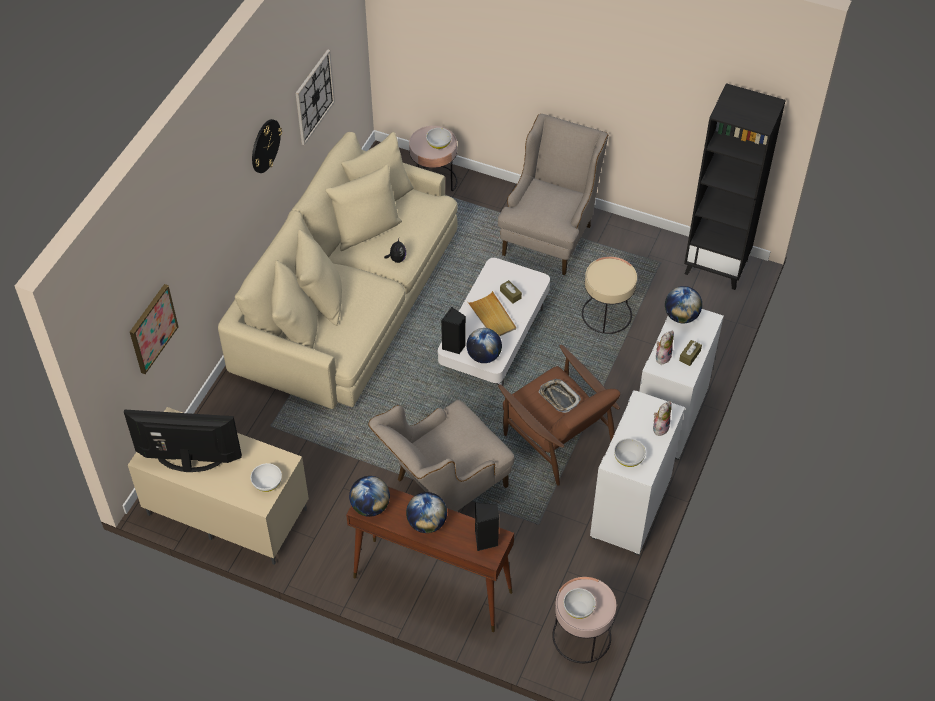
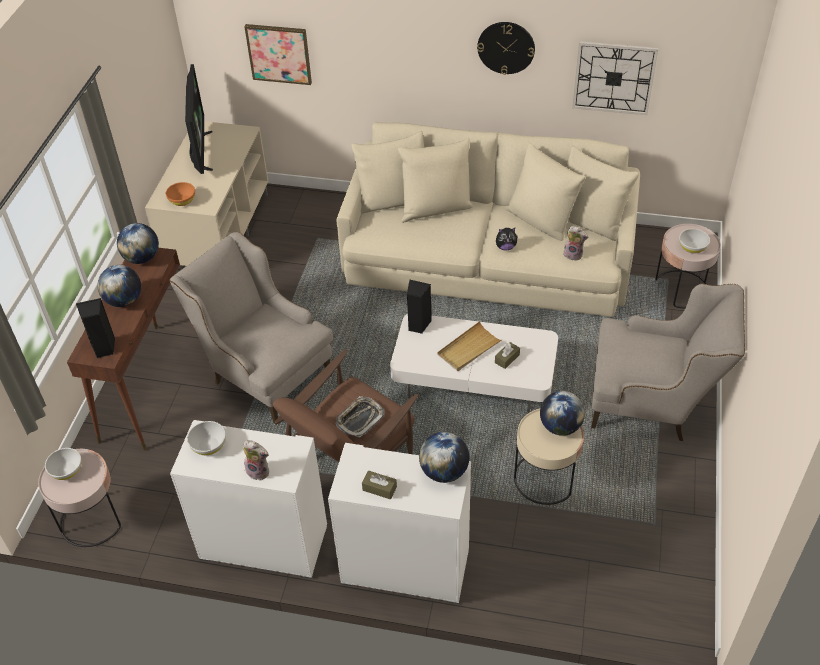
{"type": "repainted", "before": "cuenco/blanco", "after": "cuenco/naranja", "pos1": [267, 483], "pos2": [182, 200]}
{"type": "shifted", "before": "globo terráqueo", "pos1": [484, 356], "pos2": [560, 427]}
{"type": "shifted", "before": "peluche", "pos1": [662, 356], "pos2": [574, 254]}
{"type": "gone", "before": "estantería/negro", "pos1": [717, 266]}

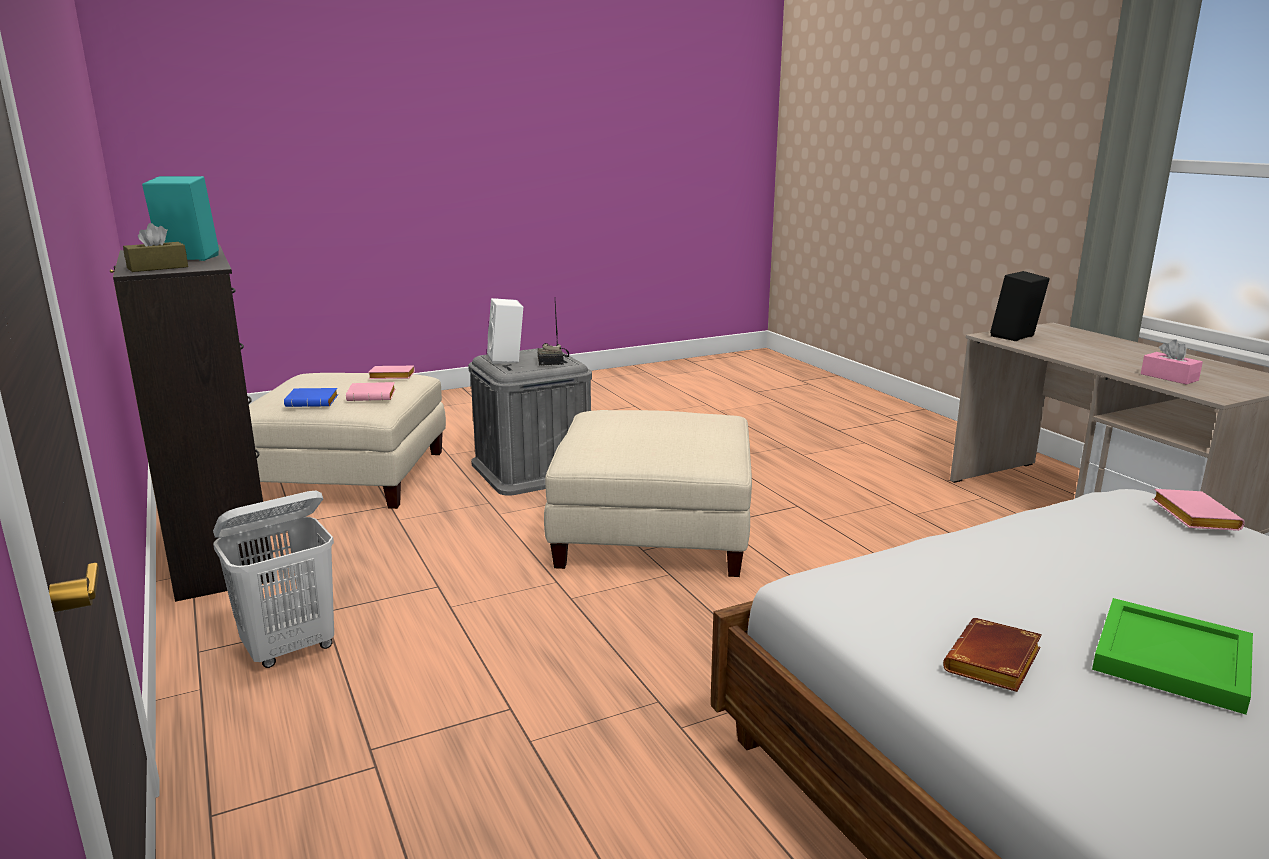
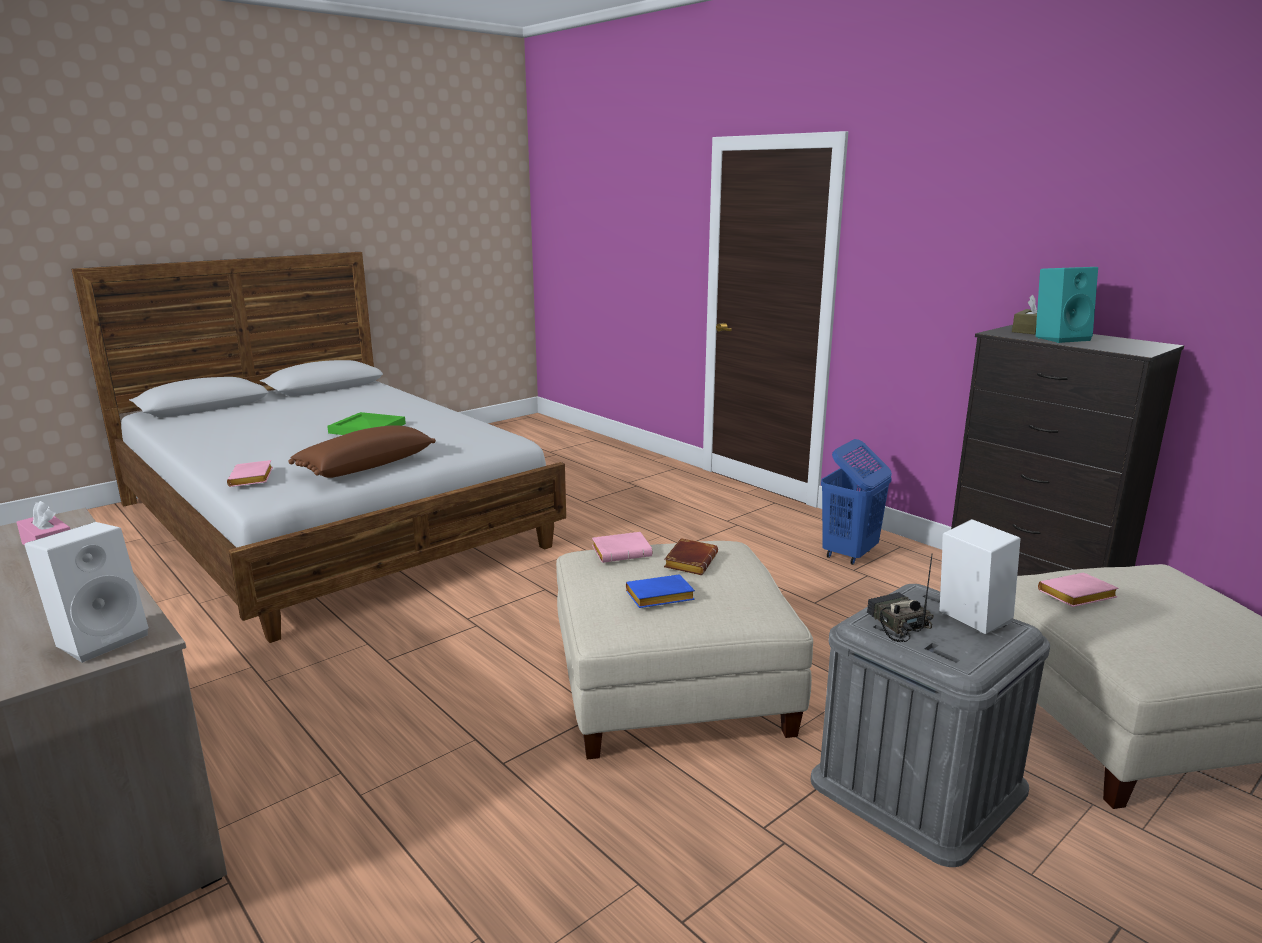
{"type": "repainted", "before": "altavoz/negro", "after": "altavoz/blanco", "pos1": [1015, 337], "pos2": [101, 638]}
{"type": "new", "after": "cojín/marrón", "pos2": [365, 466]}
{"type": "shifted", "before": "libro/rosa", "pos1": [390, 377], "pos2": [622, 552]}
{"type": "shifted", "before": "libro/azul", "pos1": [313, 402], "pos2": [658, 598]}
{"type": "shifted", "before": "libro/marrón", "pos1": [994, 664], "pos2": [689, 561]}
{"type": "repainted", "before": "cesto de la ropa/blanco", "after": "cesto de la ropa/azul", "pos1": [290, 649], "pos2": [849, 554]}

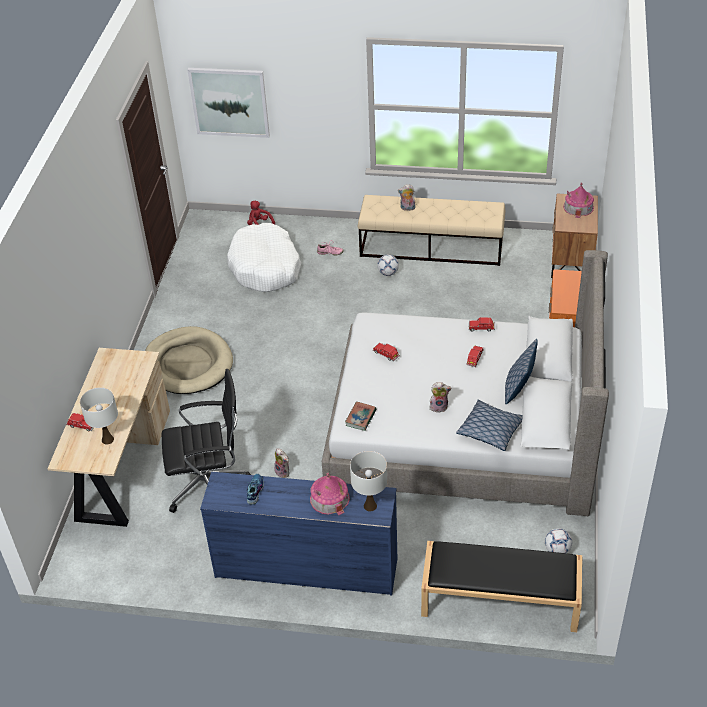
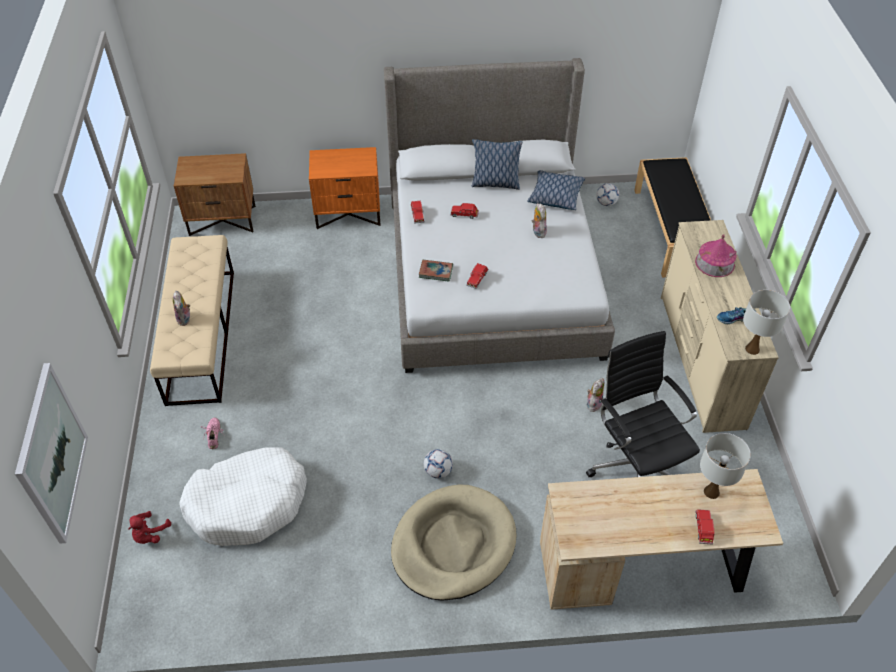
{"type": "shifted", "before": "libro", "pos1": [360, 418], "pos2": [436, 272]}
{"type": "shifted", "before": "balón de fútbol", "pos1": [388, 273], "pos2": [438, 471]}
{"type": "repainted", "before": "cómoda/azul", "after": "cómoda/beis", "pos1": [306, 567], "pos2": [700, 360]}
{"type": "shifted", "before": "lámpara de mesa/blanco", "pos1": [370, 506], "pos2": [752, 349]}
{"type": "gone", "before": "casita", "pos1": [578, 207]}

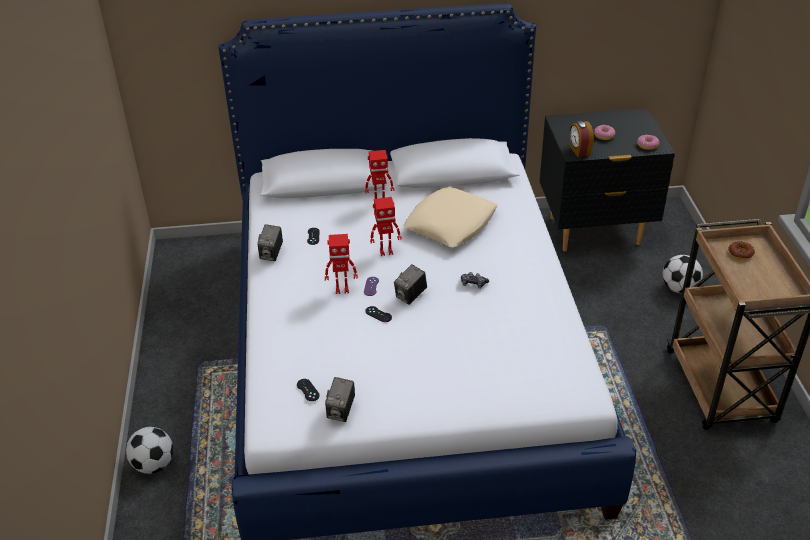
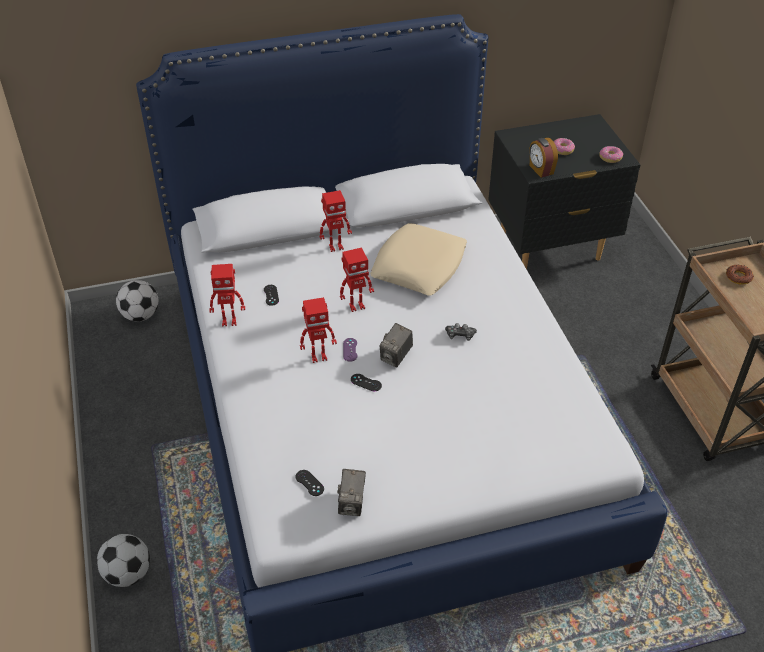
{"type": "shifted", "before": "balón de fútbol", "pos1": [679, 288], "pos2": [140, 315]}
{"type": "swapped", "before": "cámara", "after": "robot de juguete", "pos1": [271, 254], "pos2": [229, 321]}

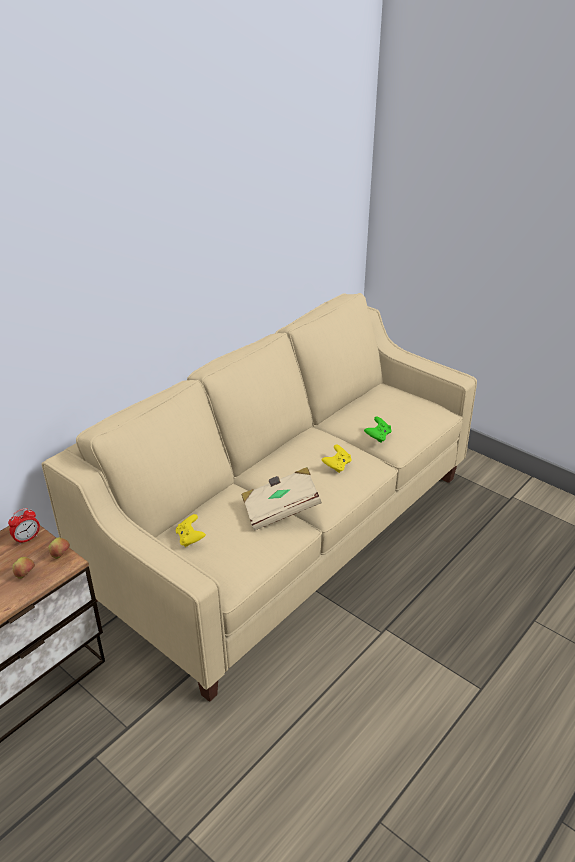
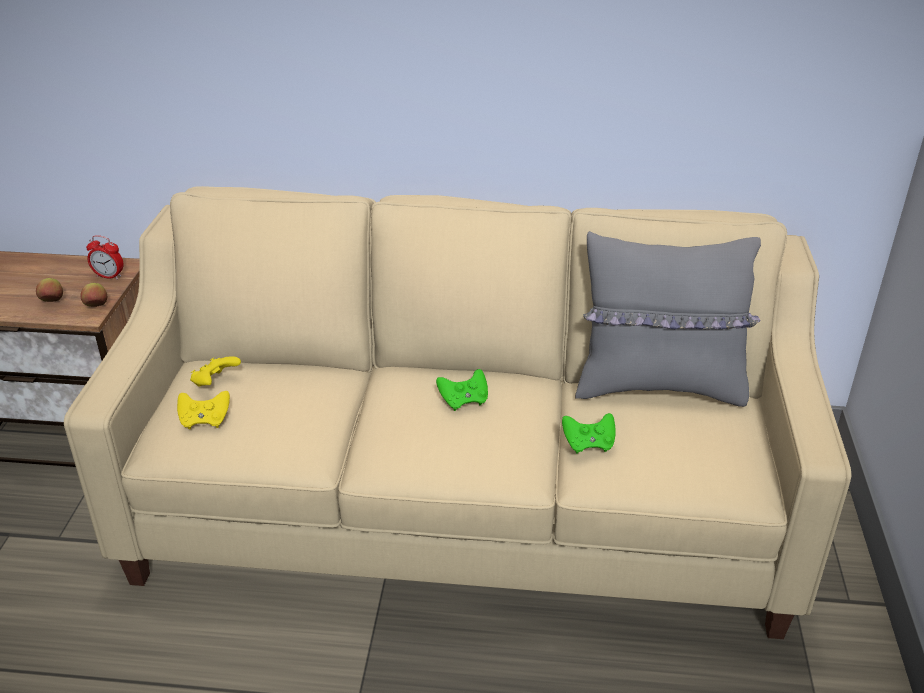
{"type": "shifted", "before": "mando de consola/amarillo", "pos1": [337, 466], "pos2": [205, 421]}
{"type": "new", "after": "mando de consola/verde", "pos2": [464, 401]}
{"type": "new", "after": "cojín/gris", "pos2": [659, 386]}
{"type": "gone", "before": "libro/beis", "pos1": [280, 510]}

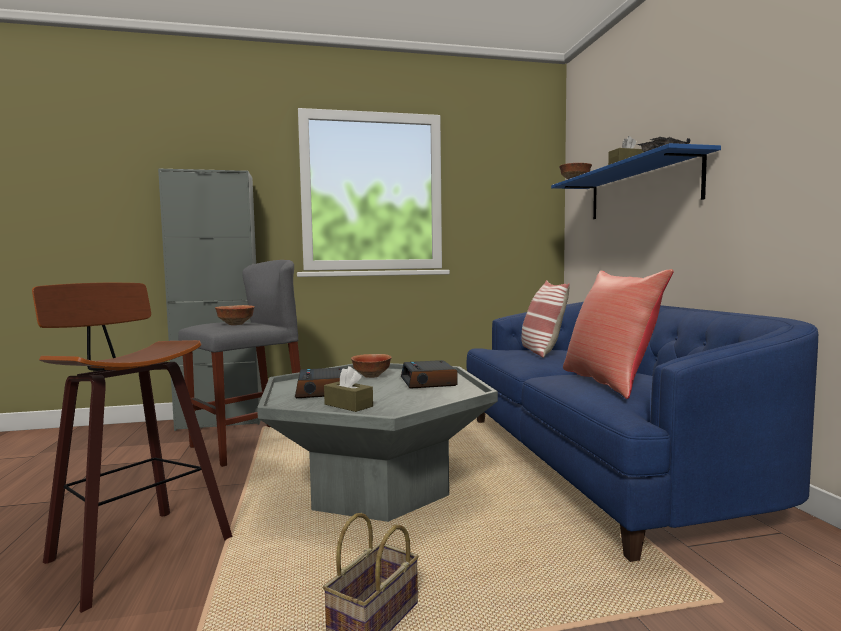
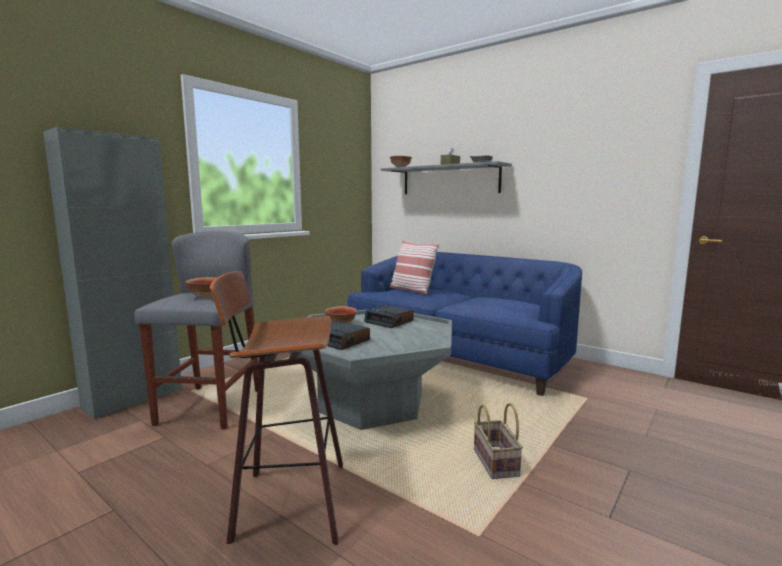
{"type": "repainted", "before": "estante/azul", "after": "estante/gris", "pos1": [641, 190], "pos2": [449, 180]}
{"type": "gone", "before": "caja de pañuelos/marrón", "pos1": [348, 405]}
{"type": "gone", "before": "cojín/rojo", "pos1": [609, 382]}

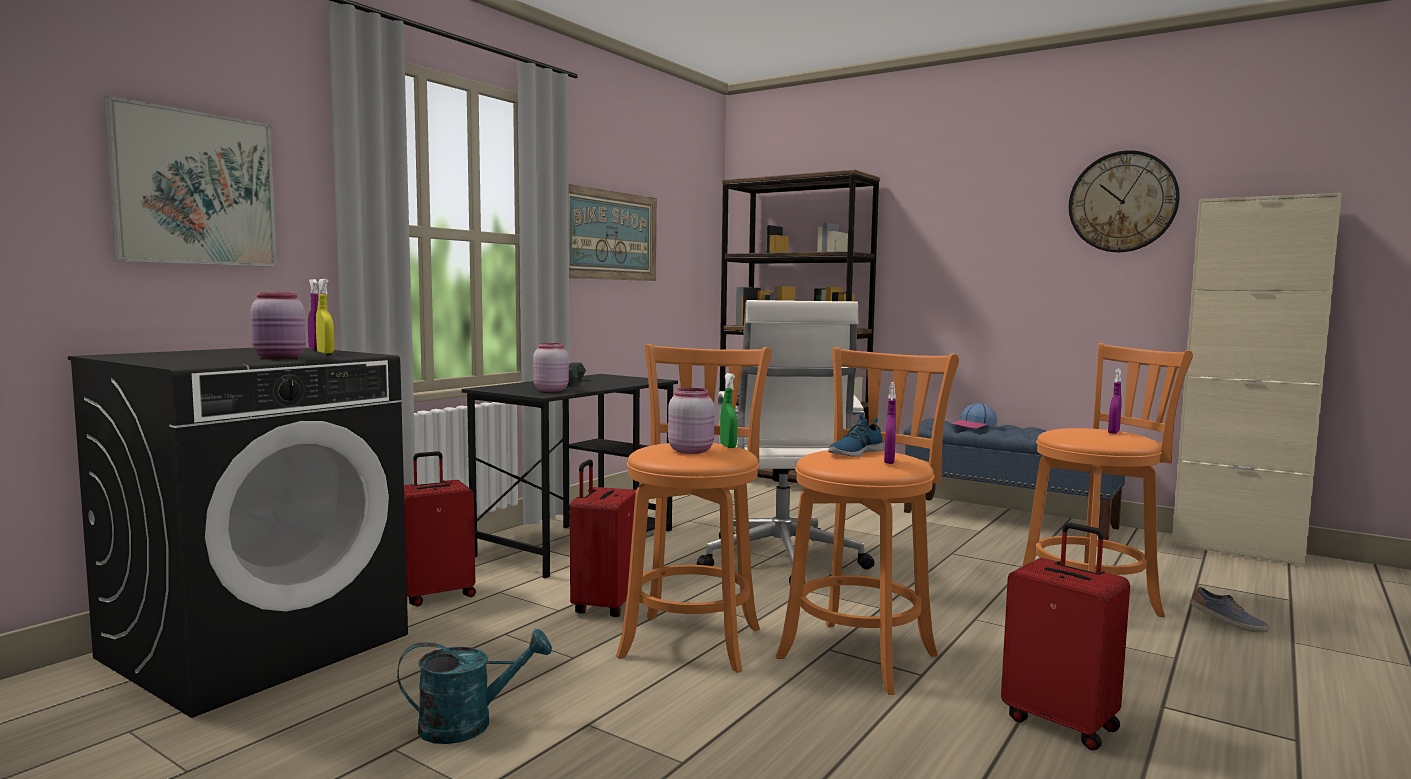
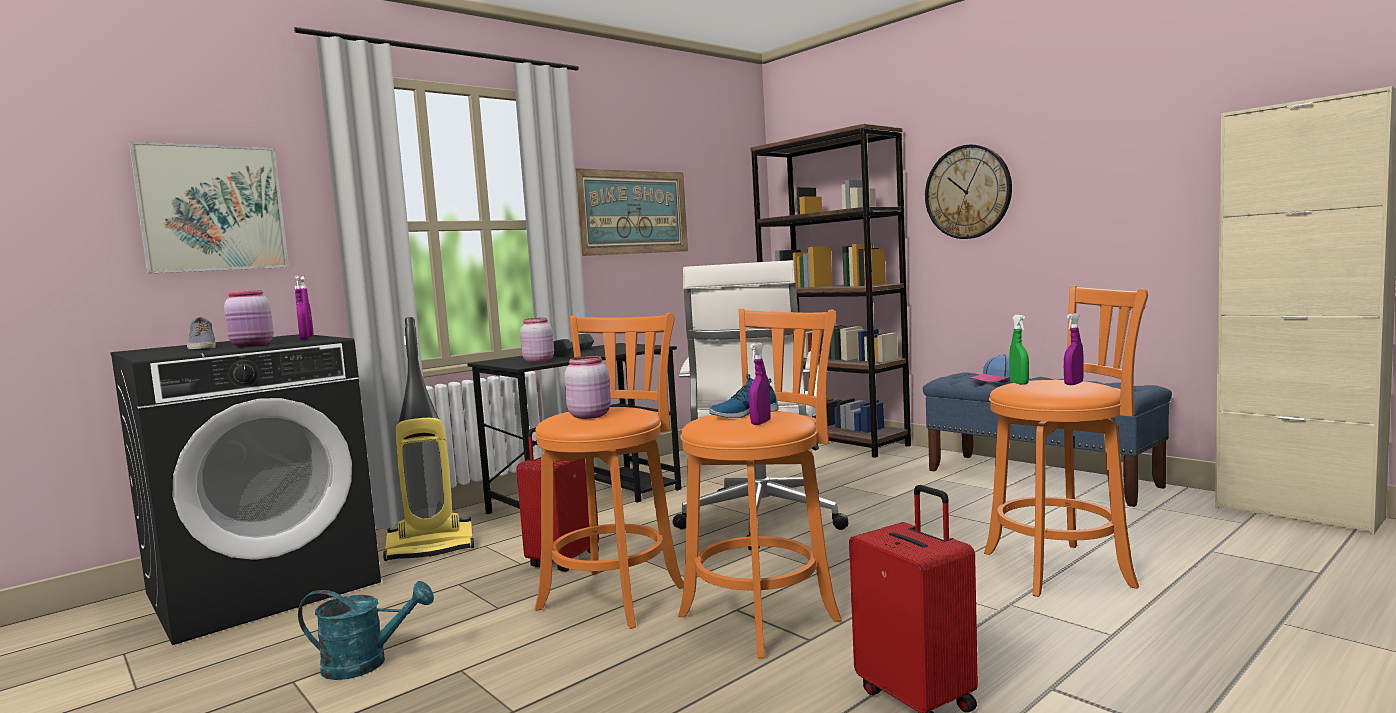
{"type": "shifted", "before": "zapato", "pos1": [1227, 623], "pos2": [202, 347]}
{"type": "repainted", "before": "pulverizador/amarillo", "after": "pulverizador/morado", "pos1": [325, 353], "pos2": [303, 339]}
{"type": "swapped", "before": "maleta/rojo", "after": "aspiradora", "pos1": [436, 595], "pos2": [431, 547]}
{"type": "shifted", "before": "reloj de pared", "pos1": [1122, 202], "pos2": [968, 192]}
{"type": "shifted", "before": "pulverizador/verde", "pos1": [728, 446], "pos2": [1019, 383]}

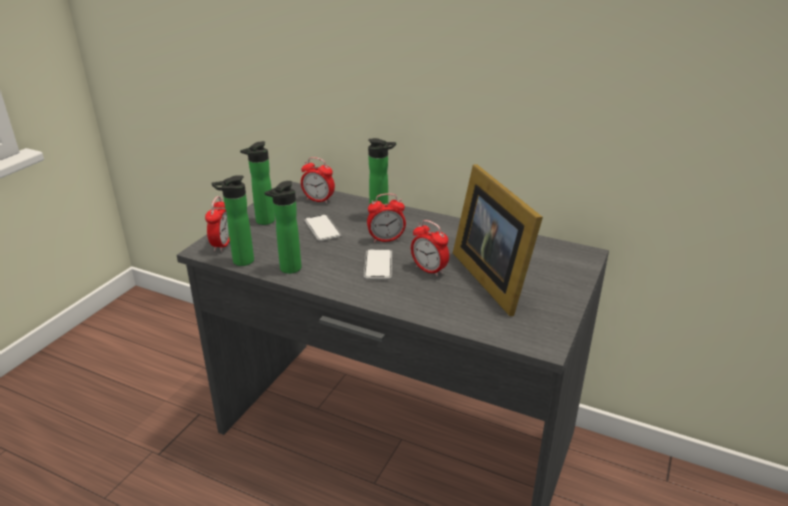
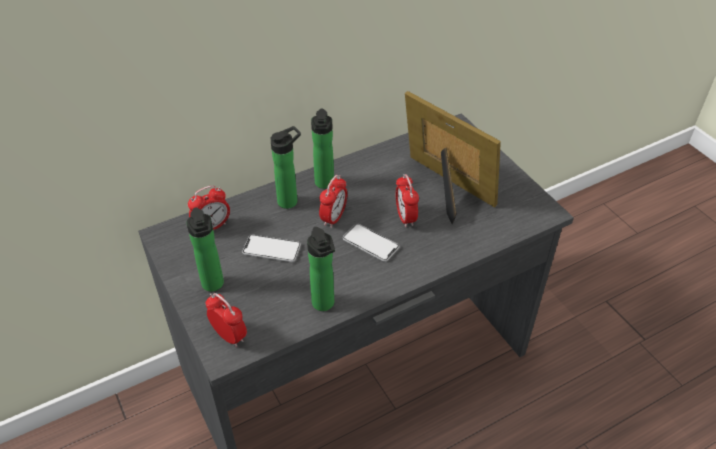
{"type": "shifted", "before": "botella", "pos1": [240, 262], "pos2": [324, 184]}
{"type": "rotated", "before": "despertador", "pos1": [429, 270], "pos2": [405, 217], "turn": 90}
{"type": "rotated", "before": "portarretratos", "pos1": [493, 277], "pos2": [446, 189], "turn": -150}

